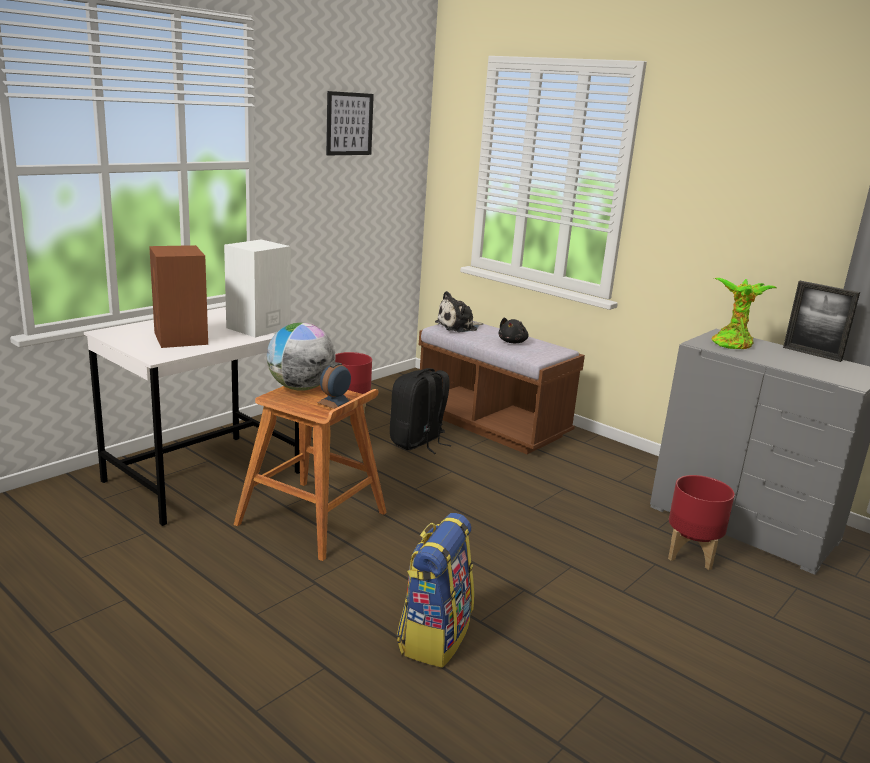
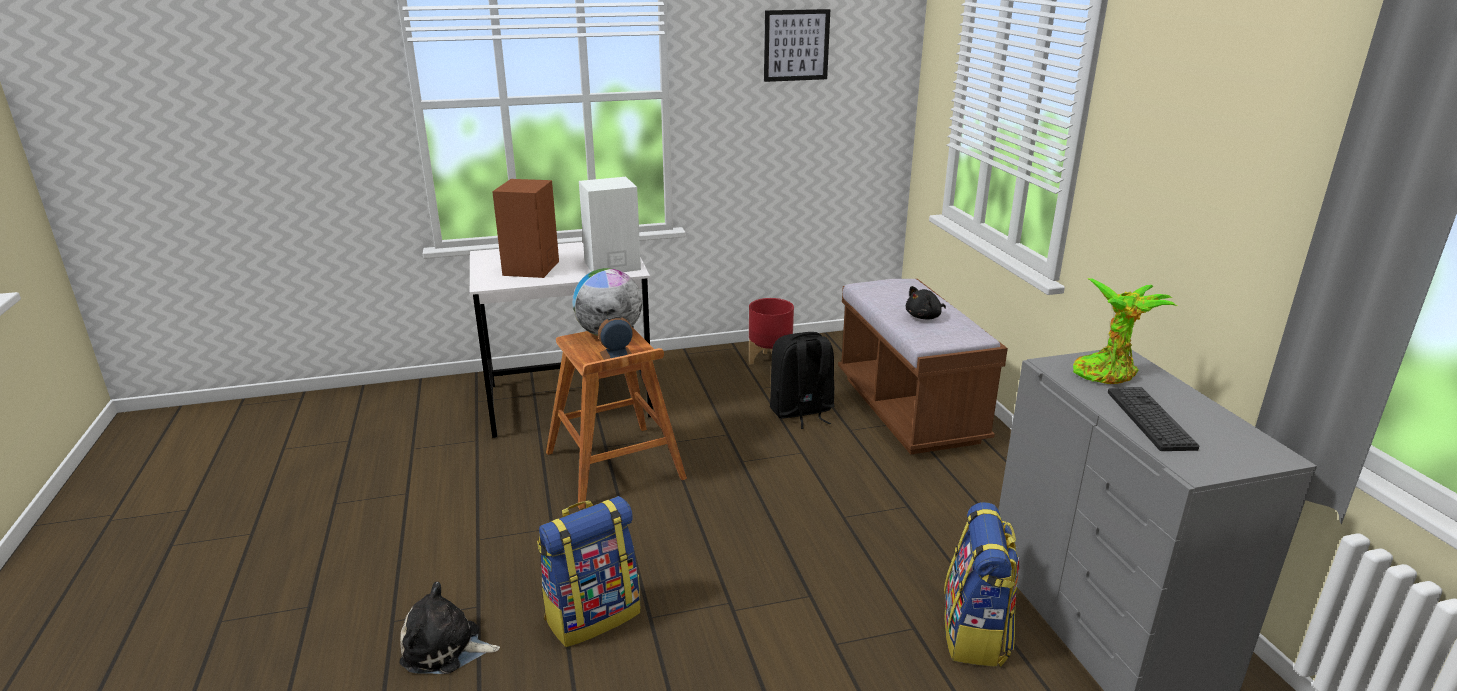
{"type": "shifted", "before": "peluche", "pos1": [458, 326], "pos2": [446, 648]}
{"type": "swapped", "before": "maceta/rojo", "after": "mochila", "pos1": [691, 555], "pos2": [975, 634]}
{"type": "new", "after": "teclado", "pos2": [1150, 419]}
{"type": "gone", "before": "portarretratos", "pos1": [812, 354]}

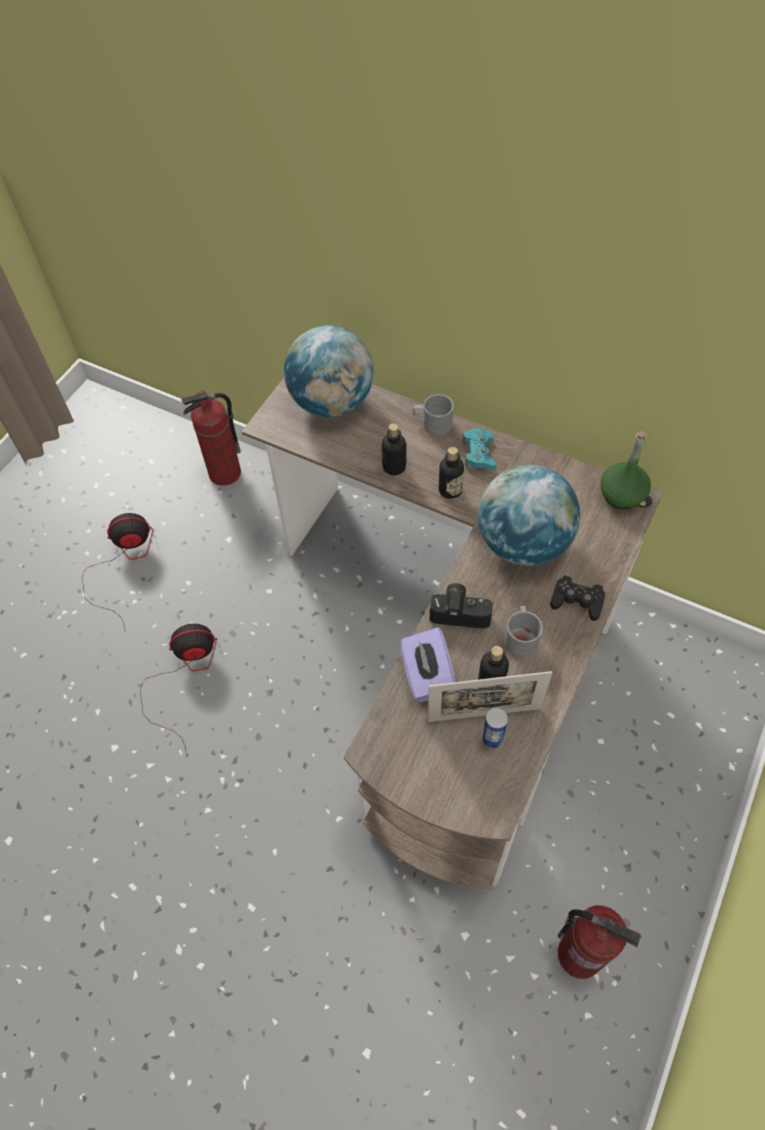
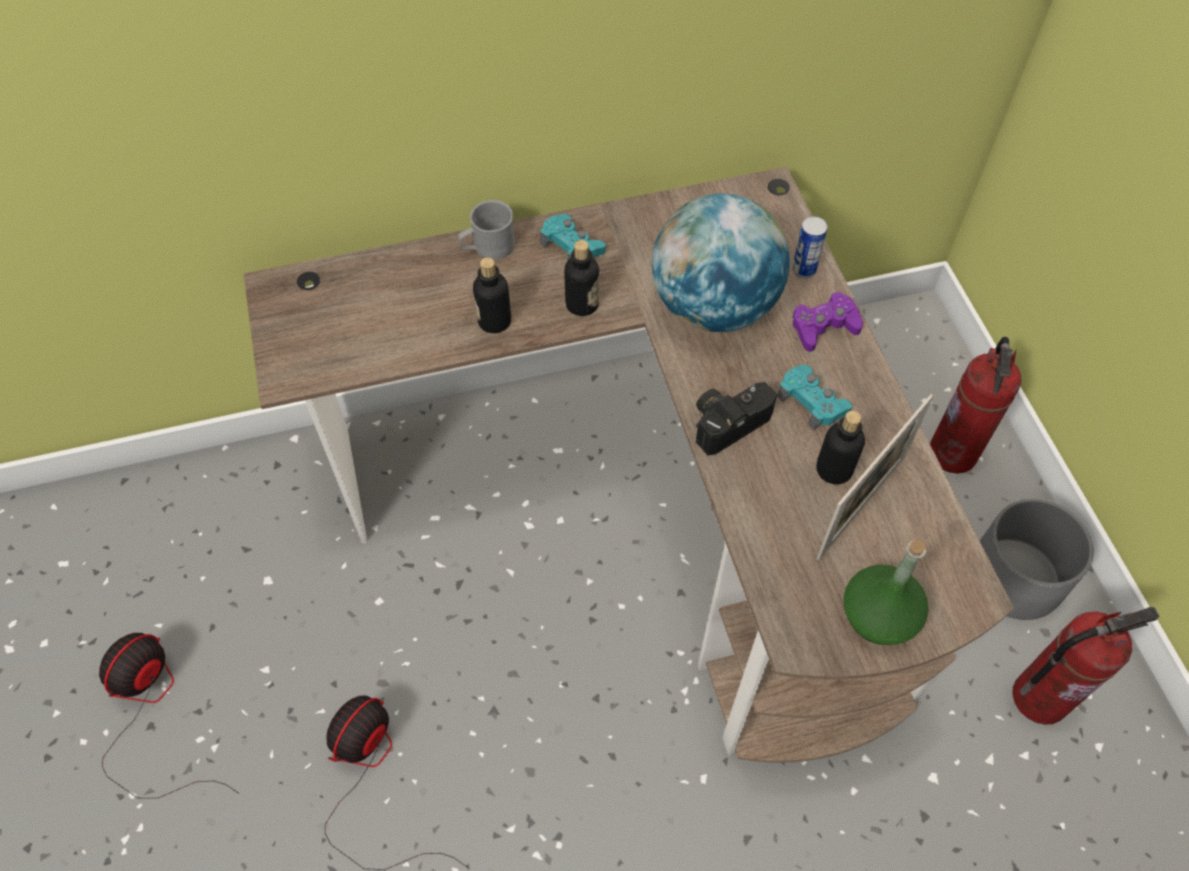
{"type": "swapped", "before": "taza grande/gris", "after": "mando de consola/turquesa", "pos1": [520, 637], "pos2": [812, 402]}
{"type": "shifted", "before": "lata", "pos1": [492, 739], "pos2": [803, 270]}
{"type": "repainted", "before": "mando de consola/negro", "after": "mando de consola/morado", "pos1": [577, 601], "pos2": [823, 327]}
{"type": "shifted", "before": "botella/verde", "pos1": [621, 495], "pos2": [878, 616]}
{"type": "shifted", "before": "extintor", "pos1": [225, 474], "pos2": [953, 454]}
{"type": "new", "after": "maceta/gris", "pos2": [1015, 578]}
{"type": "gone", "before": "globo terráqueo", "pos1": [332, 403]}
{"type": "gone", "before": "caja de pañuelos/morado", "pos1": [426, 676]}

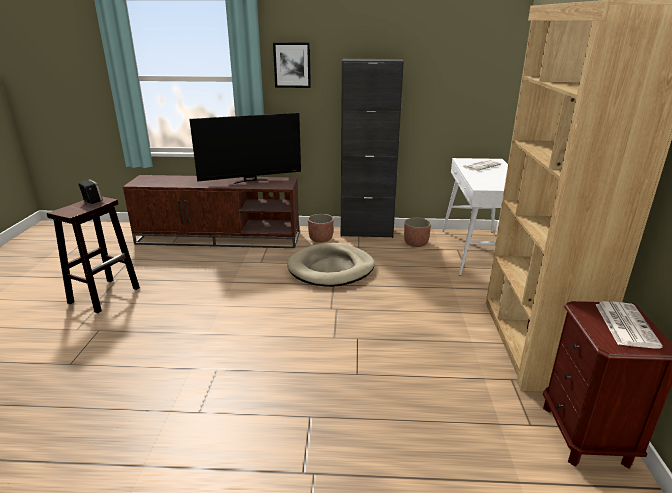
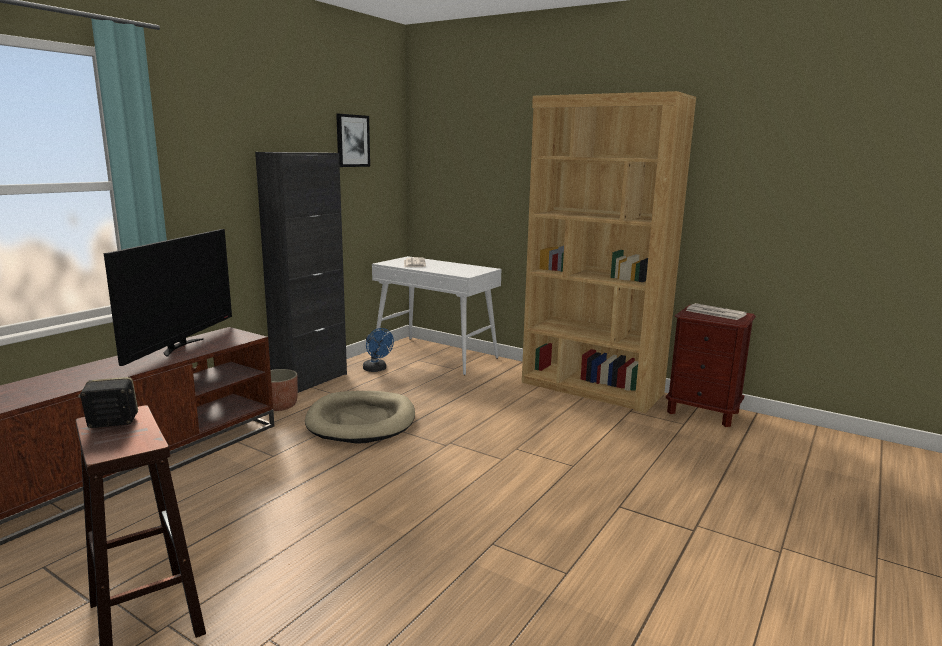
{"type": "shifted", "before": "cuadro", "pos1": [292, 65], "pos2": [352, 141]}
{"type": "swapped", "before": "maceta", "after": "ventilador/azul", "pos1": [416, 243], "pos2": [377, 369]}

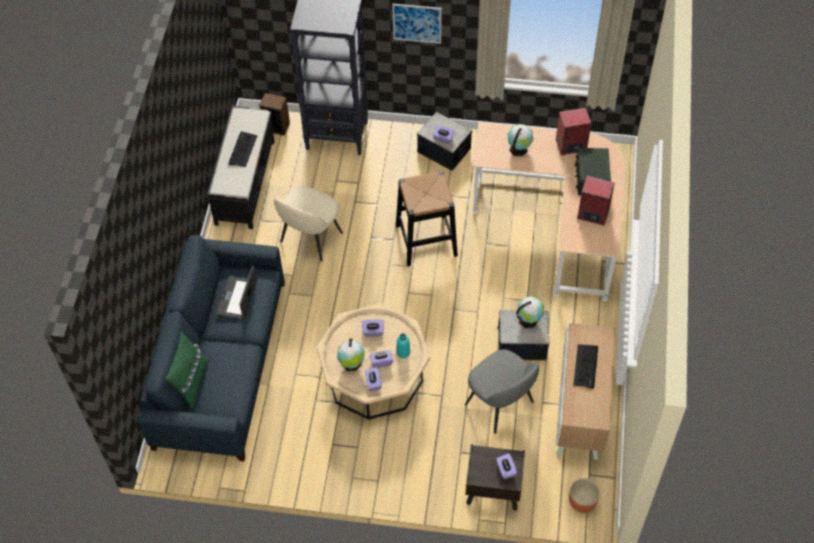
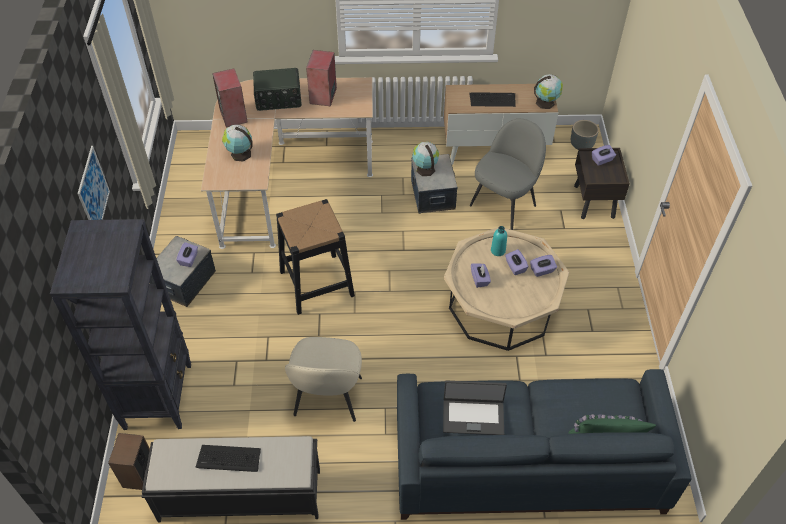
{"type": "rotated", "before": "silla/beis", "pos1": [310, 238], "pos2": [327, 398], "turn": 75}
{"type": "shifted", "before": "globo terráqueo", "pos1": [351, 364], "pos2": [546, 102]}
{"type": "repainted", "before": "maceta/marrón", "after": "maceta/gris", "pos1": [582, 502], "pos2": [582, 145]}

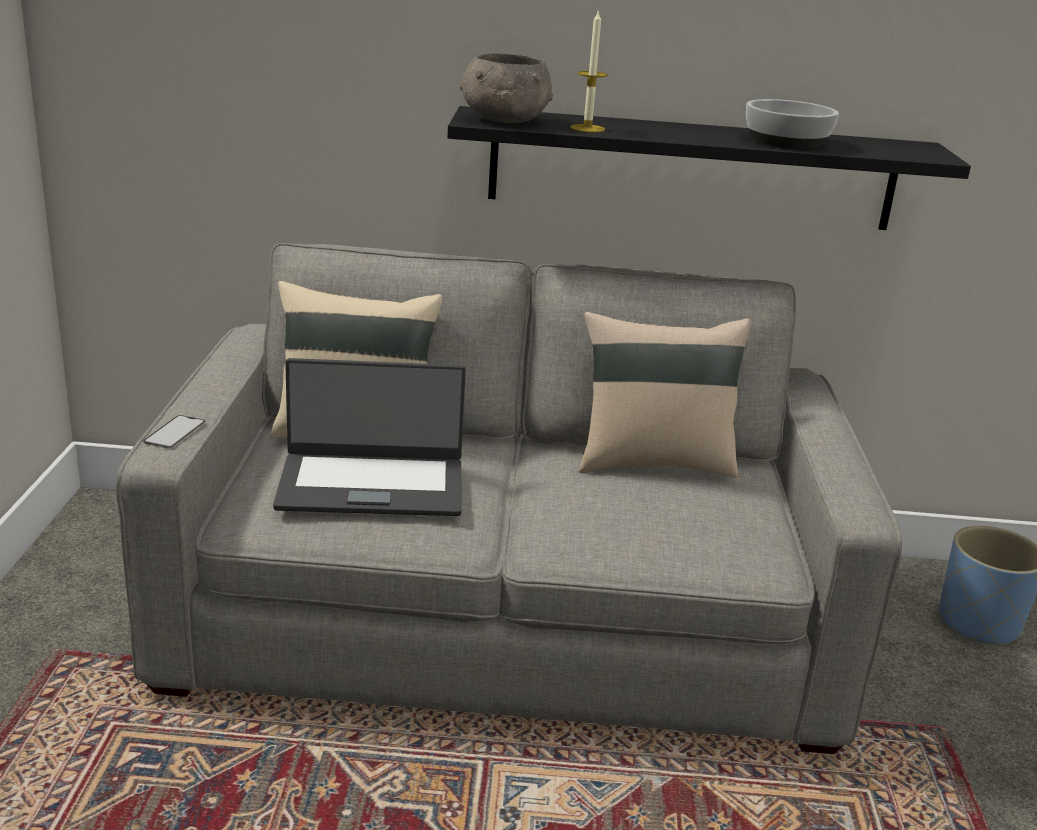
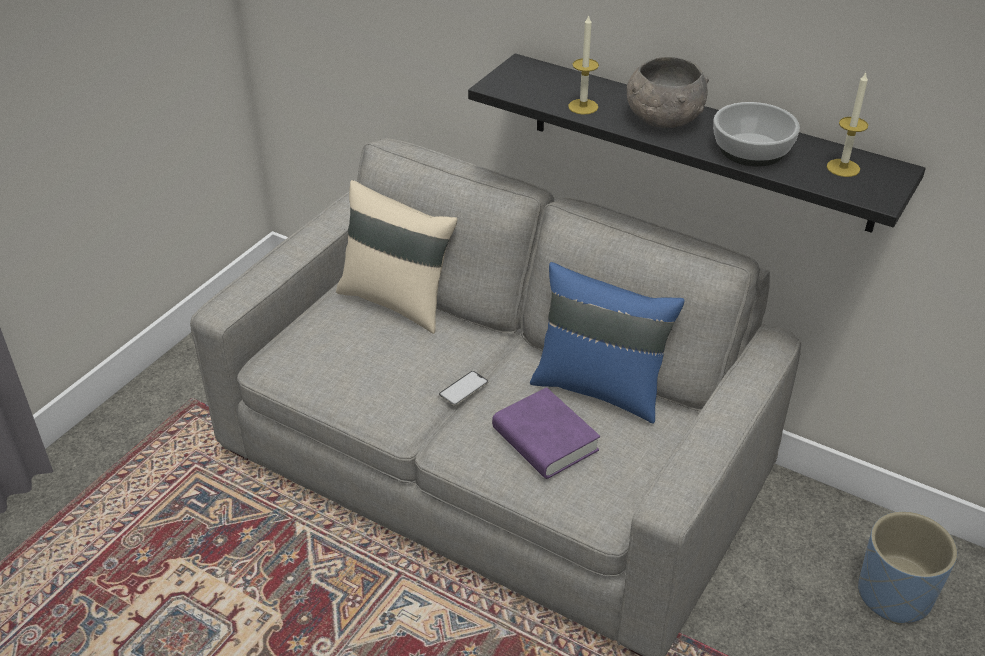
{"type": "shifted", "before": "móvil", "pos1": [175, 432], "pos2": [463, 388]}
{"type": "new", "after": "libro/morado", "pos2": [545, 439]}
{"type": "repainted", "before": "cojín/beis", "after": "cojín/azul", "pos1": [654, 461], "pos2": [600, 388]}
{"type": "shifted", "before": "cuenco/gris", "pos1": [504, 120], "pos2": [663, 119]}
{"type": "new", "after": "vela", "pos2": [843, 168]}
{"type": "gone", "before": "portátil", "pos1": [371, 484]}

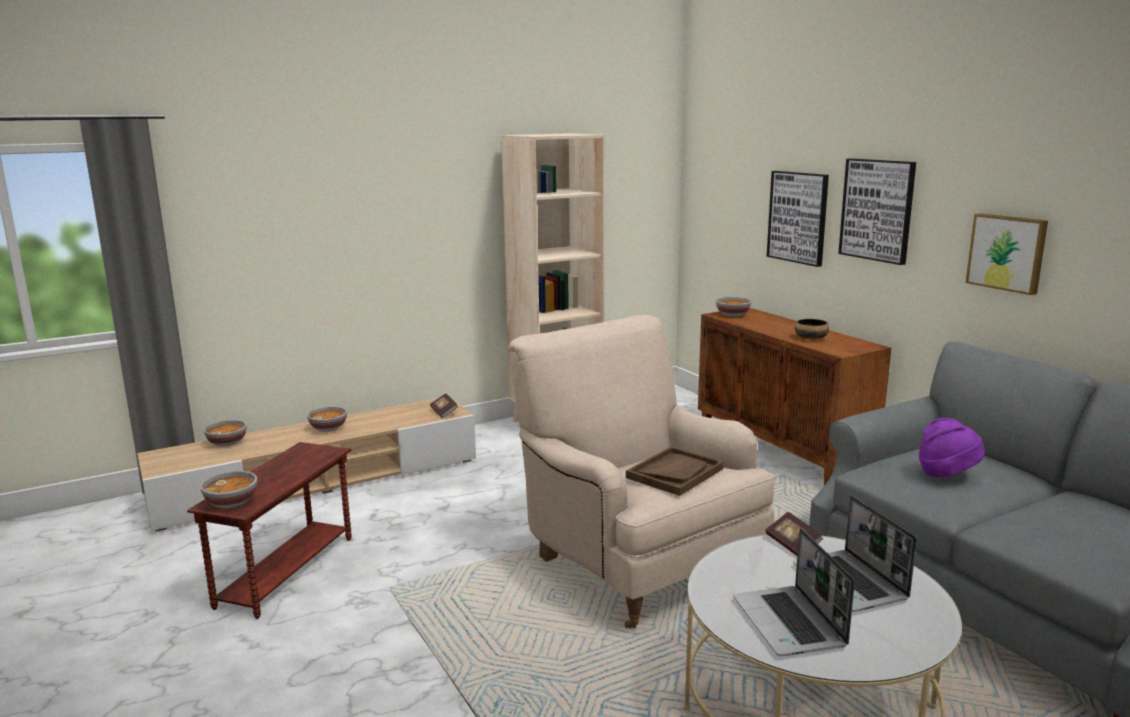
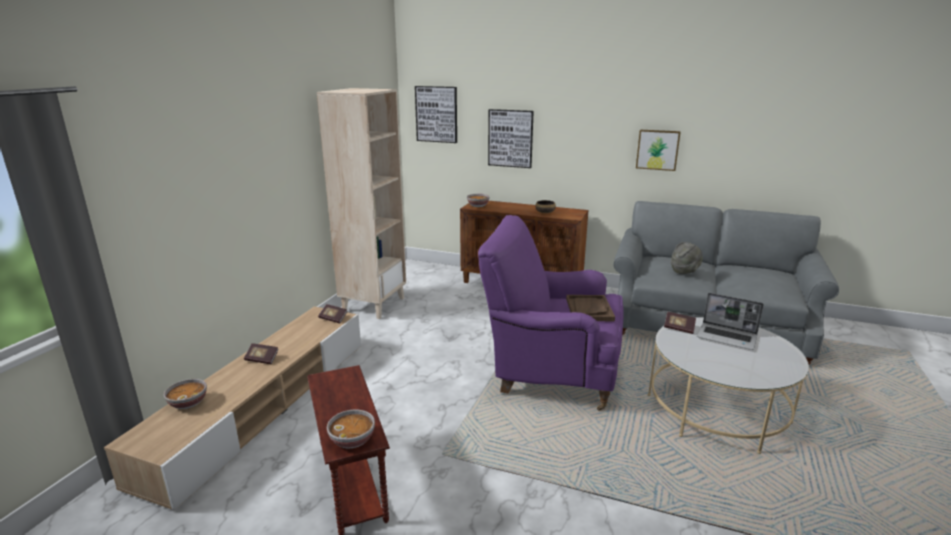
{"type": "swapped", "before": "cuenco", "after": "libro", "pos1": [328, 428], "pos2": [262, 359]}
{"type": "shifted", "before": "cuadro", "pos1": [877, 210], "pos2": [436, 114]}
{"type": "repainted", "before": "sillón/beis", "after": "sillón/morado", "pos1": [638, 564], "pos2": [551, 373]}
{"type": "repainted", "before": "sombrero/morado", "after": "sombrero/gris", "pos1": [947, 474], "pos2": [684, 271]}
{"type": "gone", "before": "portátil", "pos1": [790, 623]}

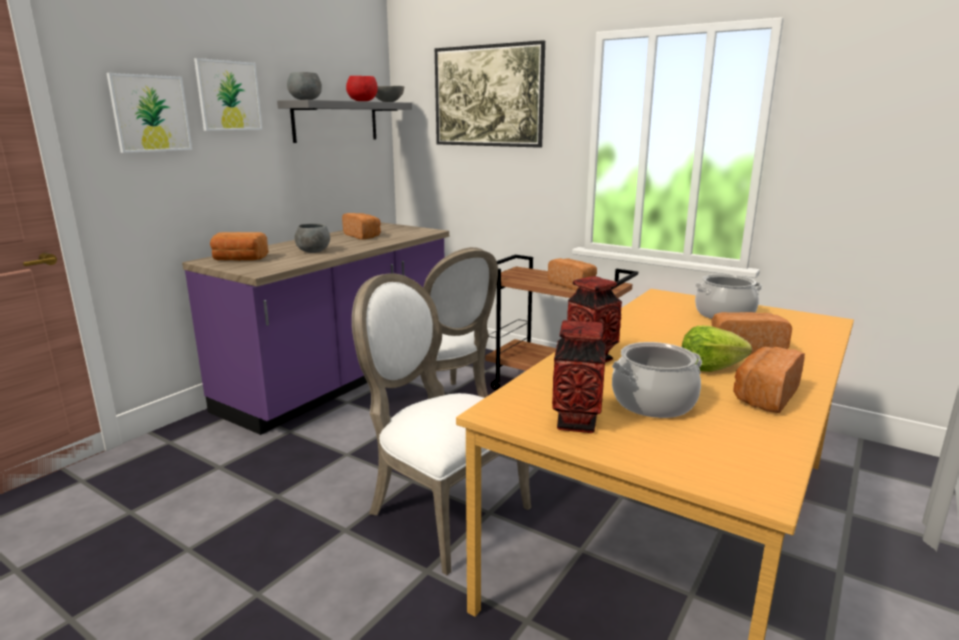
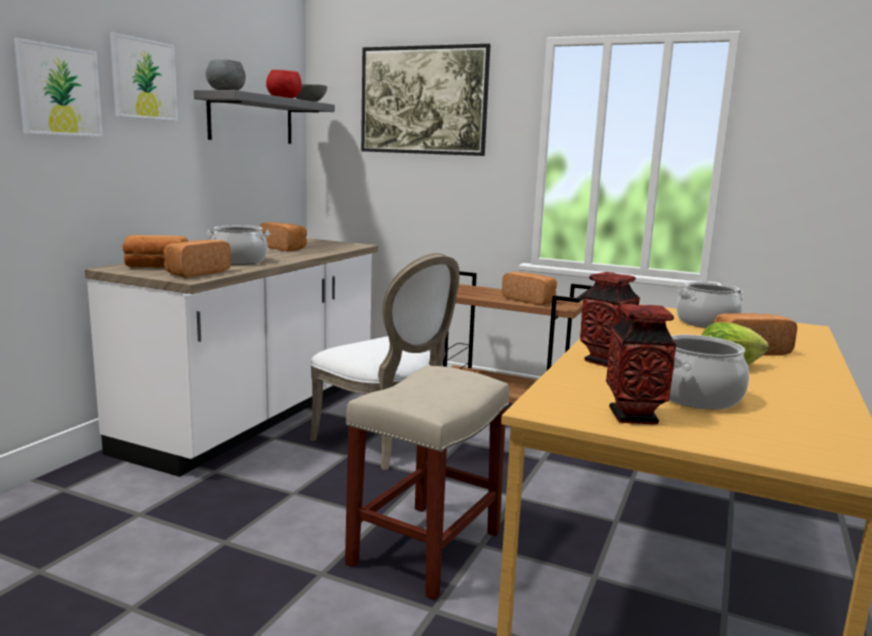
{"type": "repainted", "before": "mueble bajo de cocina/morado", "after": "mueble bajo de cocina/blanco", "pos1": [342, 379], "pos2": [258, 414]}
{"type": "shifted", "before": "pan", "pos1": [764, 396], "pos2": [196, 273]}
{"type": "swapped", "before": "cuenco/gris", "after": "olla", "pos1": [313, 252], "pos2": [239, 261]}
{"type": "swapped", "before": "silla/blanco", "after": "taburete/beis", "pos1": [441, 511], "pos2": [426, 547]}

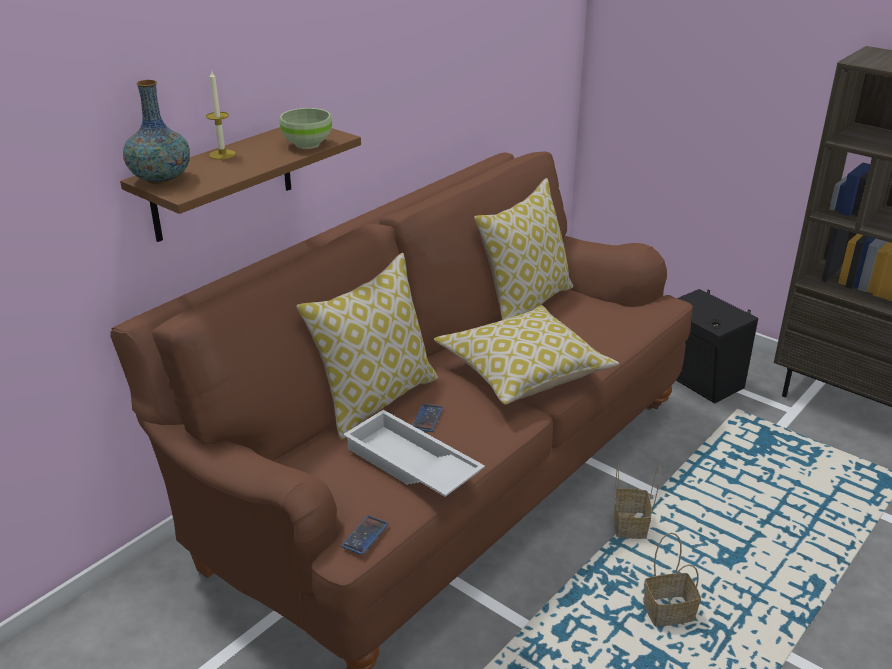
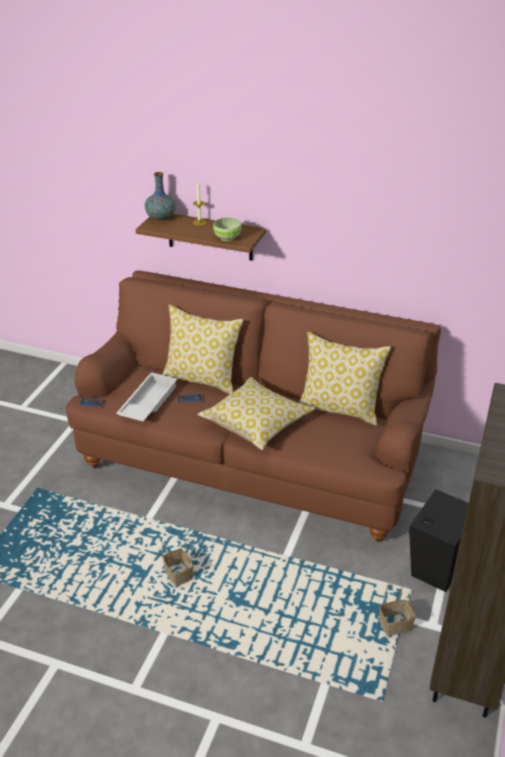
{"type": "shifted", "before": "cesta", "pos1": [631, 527], "pos2": [394, 626]}

